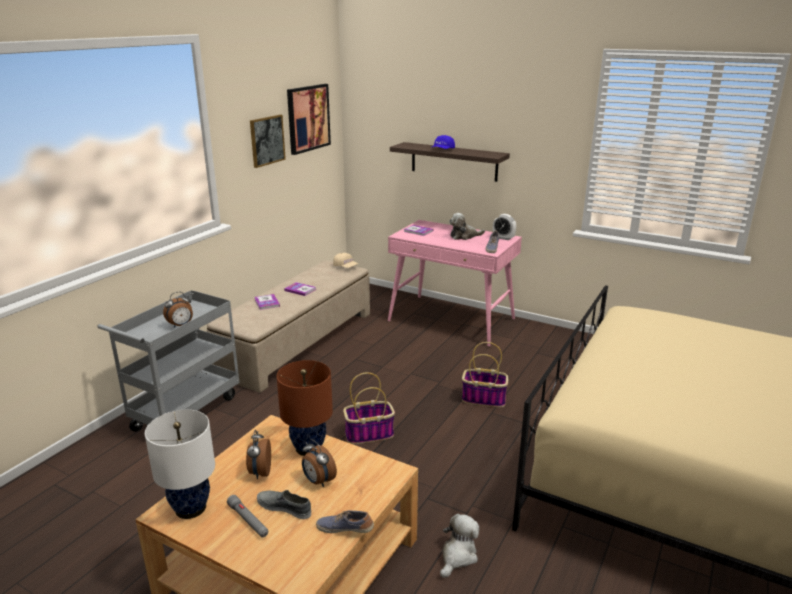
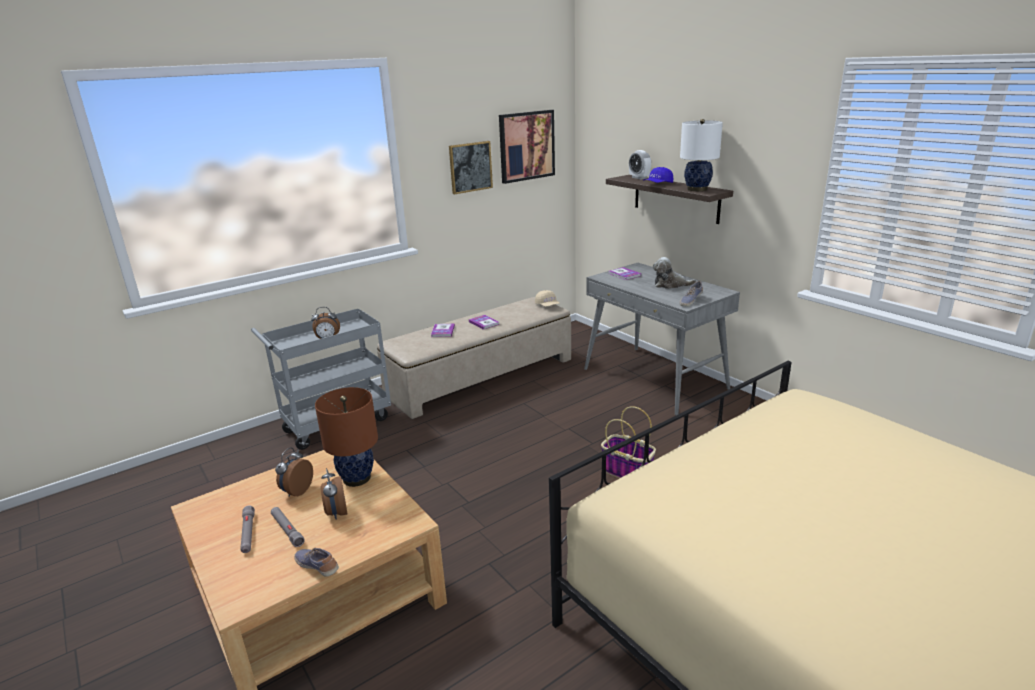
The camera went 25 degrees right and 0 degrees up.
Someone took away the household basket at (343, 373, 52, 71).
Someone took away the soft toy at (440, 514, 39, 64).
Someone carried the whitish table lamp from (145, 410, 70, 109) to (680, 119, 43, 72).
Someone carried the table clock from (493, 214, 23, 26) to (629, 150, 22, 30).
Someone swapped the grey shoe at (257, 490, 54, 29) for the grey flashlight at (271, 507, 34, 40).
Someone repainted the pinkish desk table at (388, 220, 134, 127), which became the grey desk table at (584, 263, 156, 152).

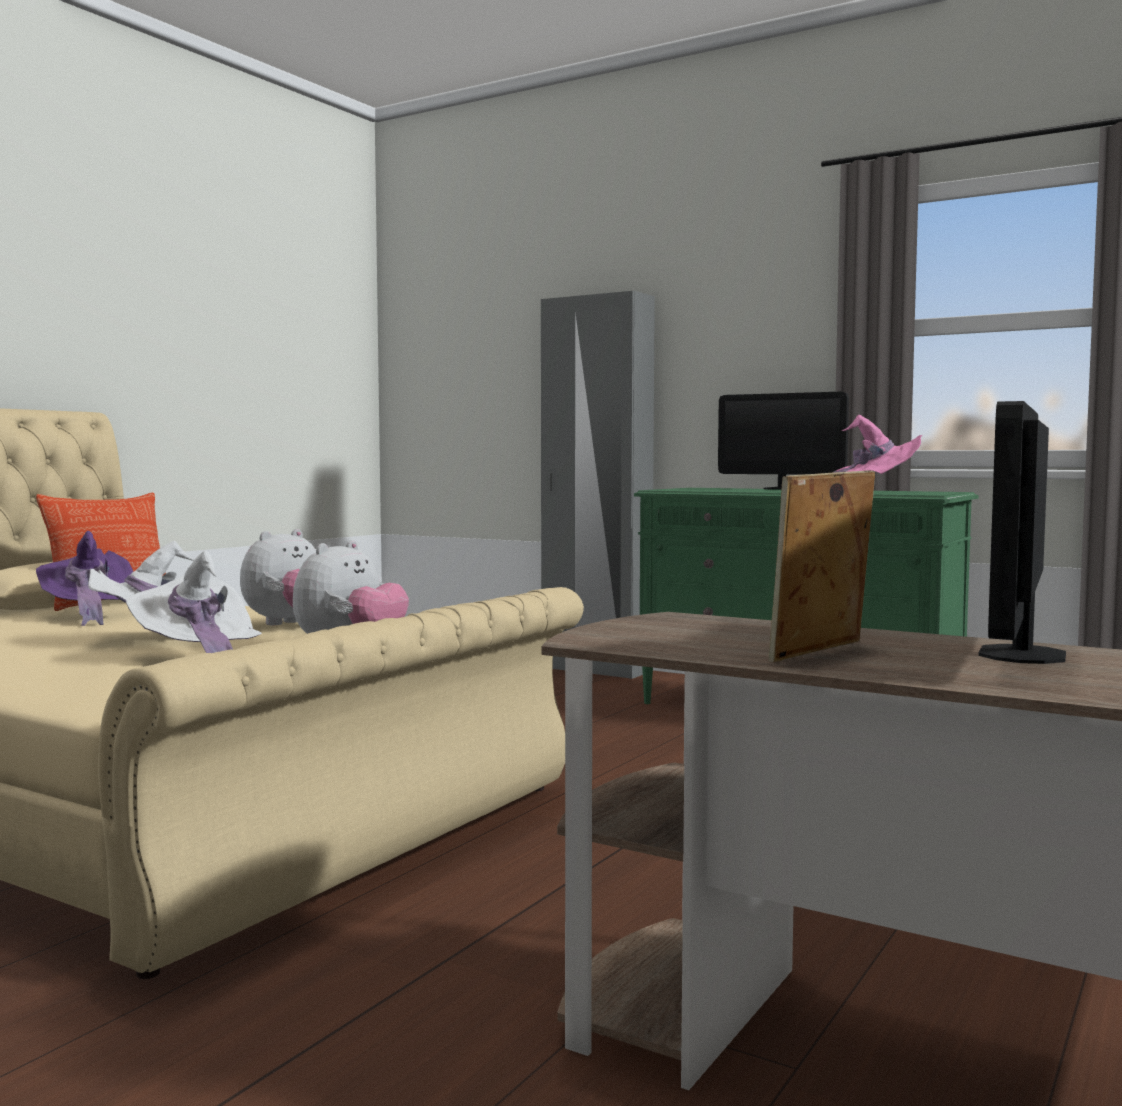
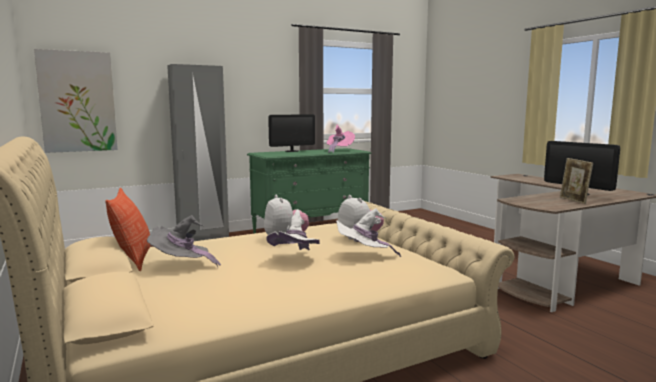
The camera went 60 degrees left and 5 degrees up.
Someone put up the wall art at (34, 49, 84, 104).
Someone repainted the purple hat at (36, 531, 97, 95), which became the grey hat at (147, 215, 74, 52).

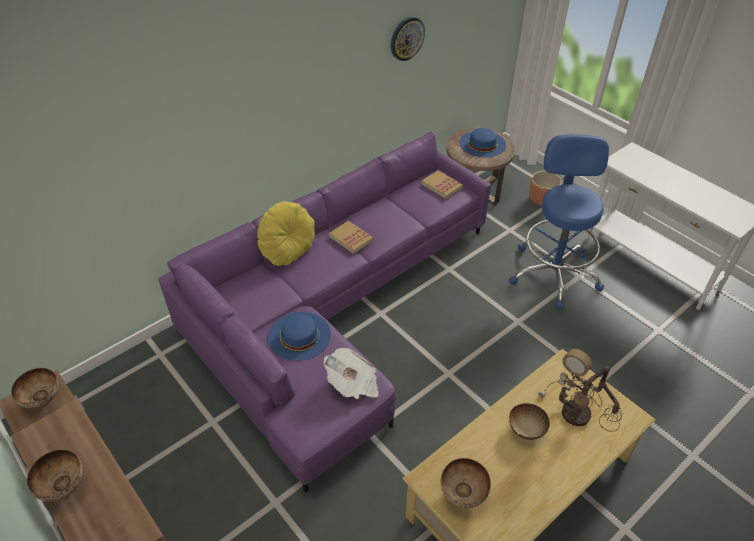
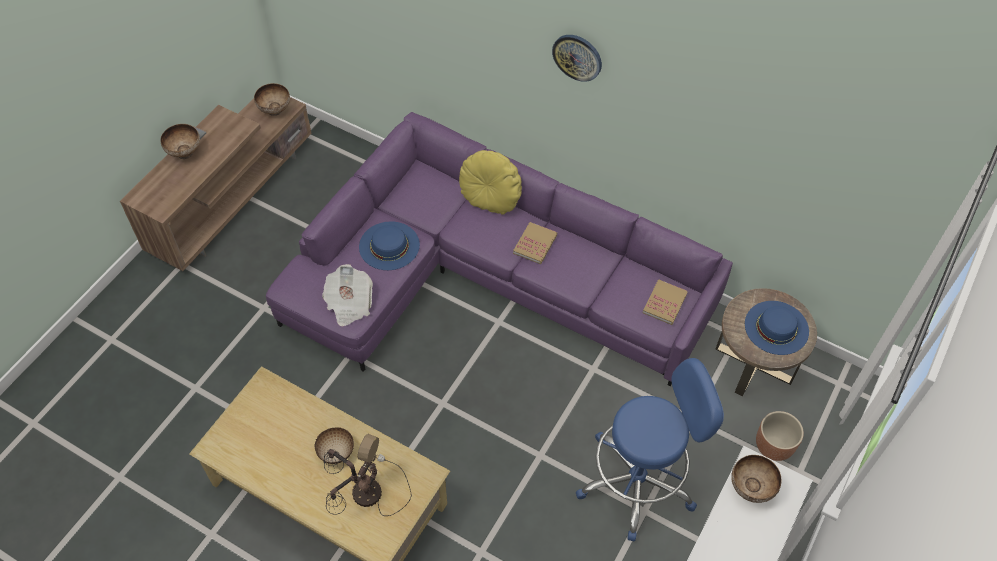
The camera went 70 degrees right and 10 degrees up.
Someone carried the clock on the wall from (391, 17, 34, 44) to (552, 35, 50, 47).
Someone carried the serving bowl from (441, 458, 50, 50) to (731, 455, 50, 48).

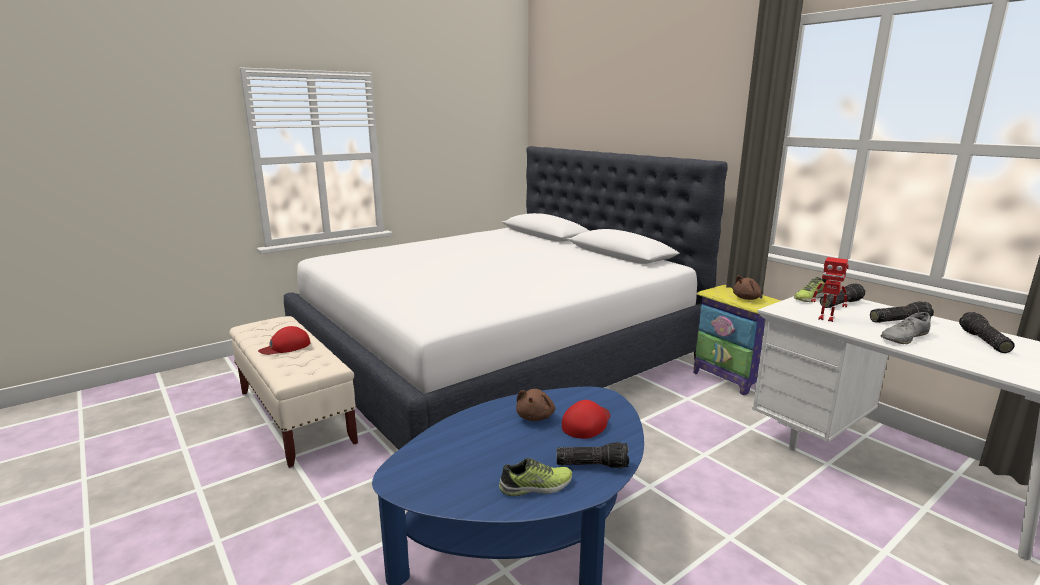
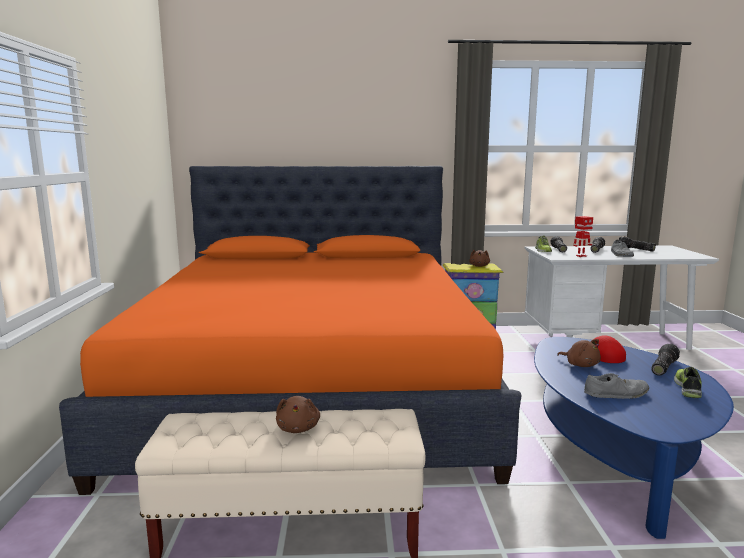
The camera went 55 degrees left and 5 degrees down.
Someone put down the grey shoe at (584, 373, 65, 26).
Someone swapped the red-coloured baseball cap at (258, 326, 53, 29) for the brown-coloured soft toy at (276, 396, 44, 37).
Someone repainted the whitish sleeping bed at (284, 146, 444, 304), which became the orange sleeping bed at (59, 166, 462, 329).

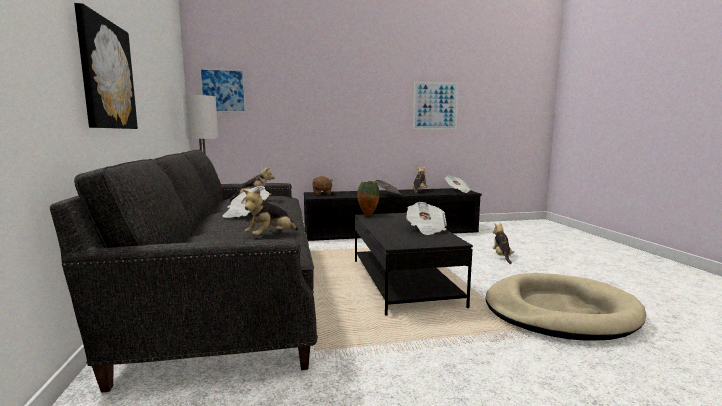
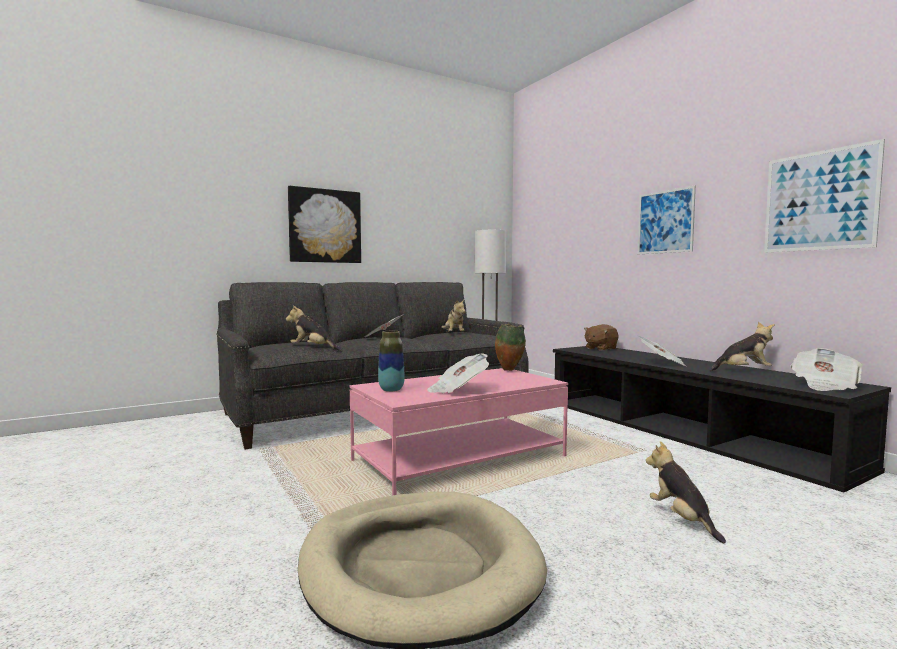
The camera went 70 degrees right and 5 degrees down.
Someone put down the decorative vase at (378, 331, 27, 61).
Someone carried the wall art from (199, 68, 47, 45) to (638, 186, 58, 68).
Someone repainted the black low table at (355, 213, 118, 103), which became the pinkish low table at (350, 368, 218, 127).
Someone rotated the soft toy at (493, 223, 22, 41) by 90 degrees counterclockwise.

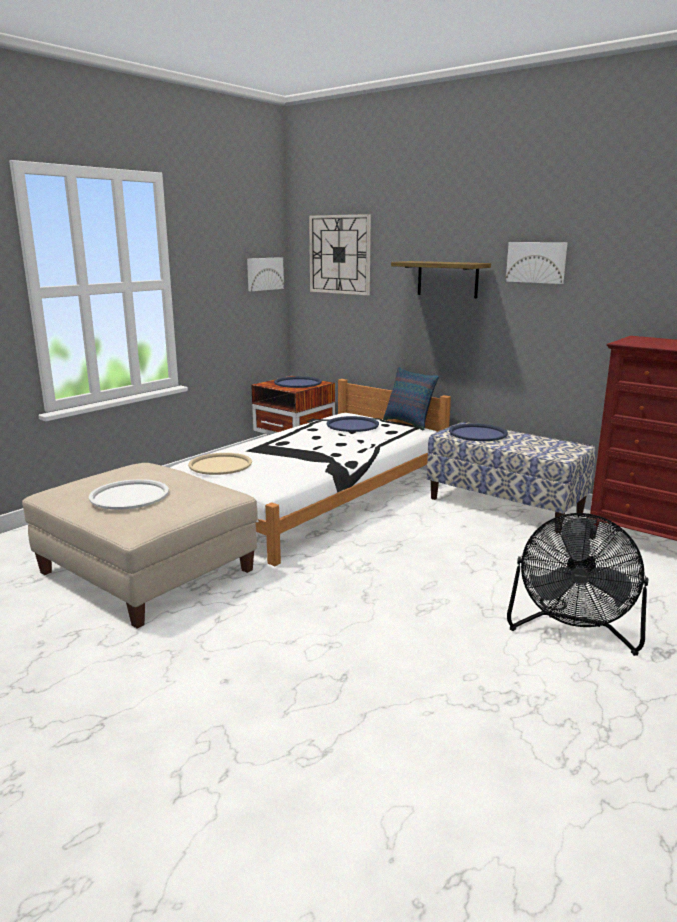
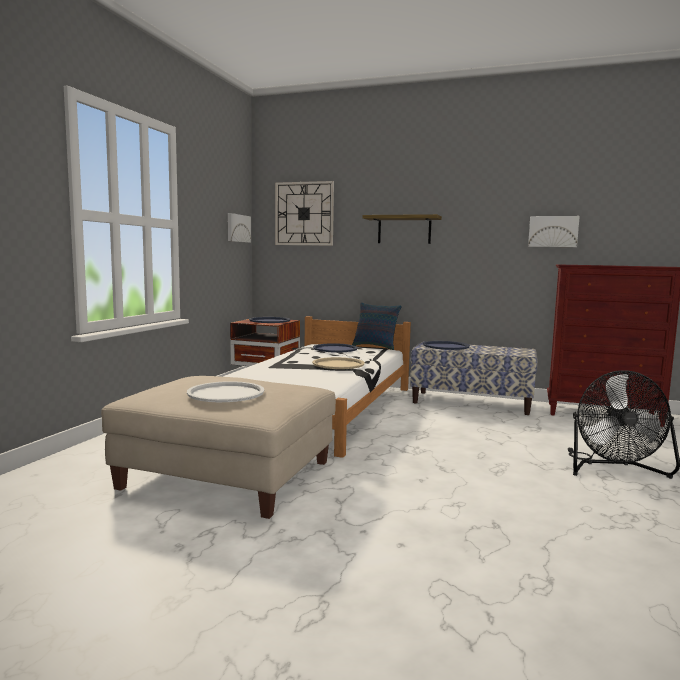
The camera went 20 degrees left and 10 degrees down.
Someone carried the beige serving tray from (188, 453, 64, 22) to (312, 357, 53, 12).
Someone carried the wall art from (506, 242, 62, 42) to (528, 216, 52, 31).

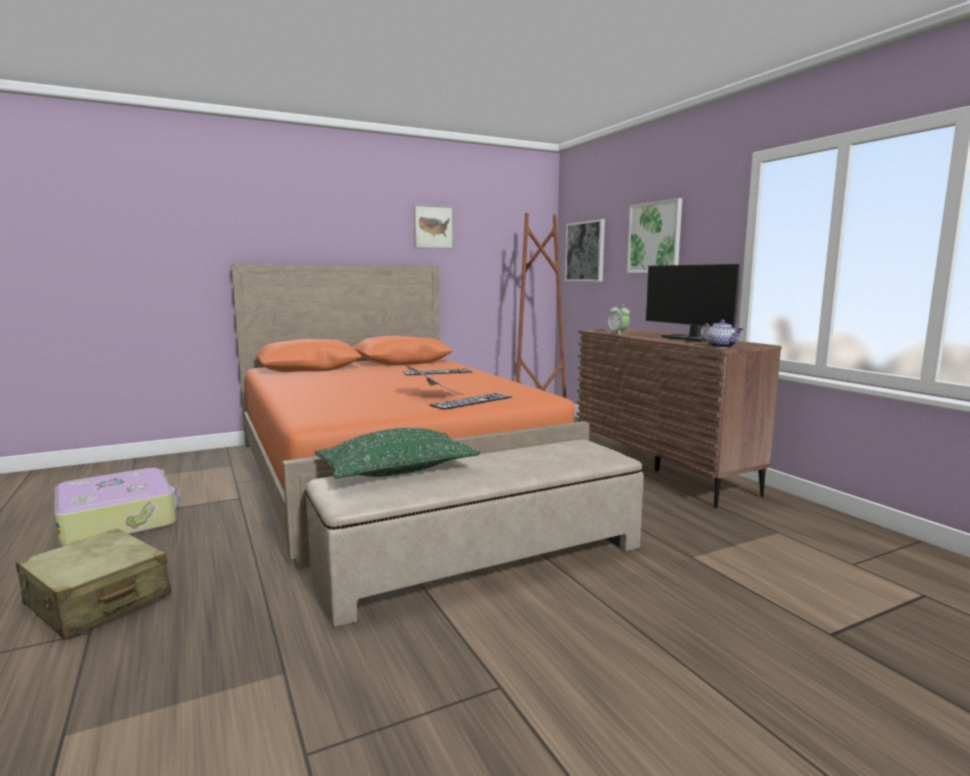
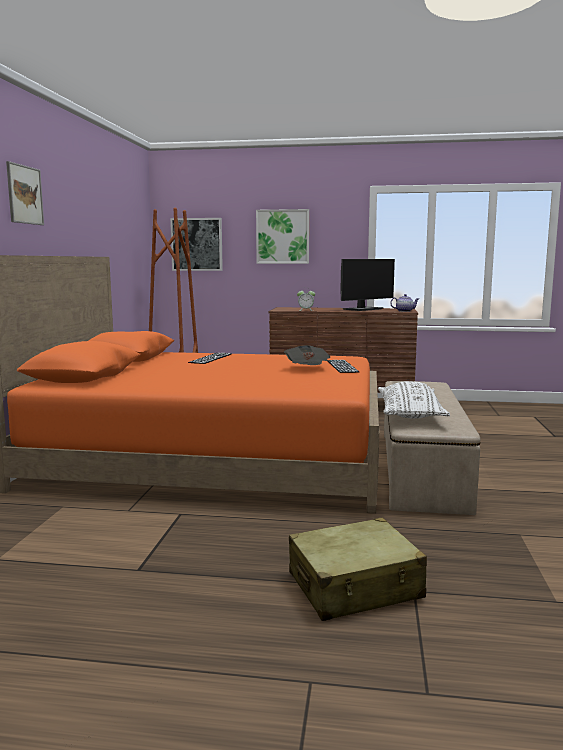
The camera went 55 degrees left and 0 degrees up.
Someone took away the travel case at (54, 468, 126, 78).
Someone carried the wall art from (414, 204, 40, 45) to (6, 161, 38, 64).
Someone repainted the green-coloured throw pillow at (315, 428, 165, 51), which became the whitish throw pillow at (378, 381, 72, 37).
Someone rotated the monitor at (646, 264, 94, 78) by 45 degrees counterclockwise.

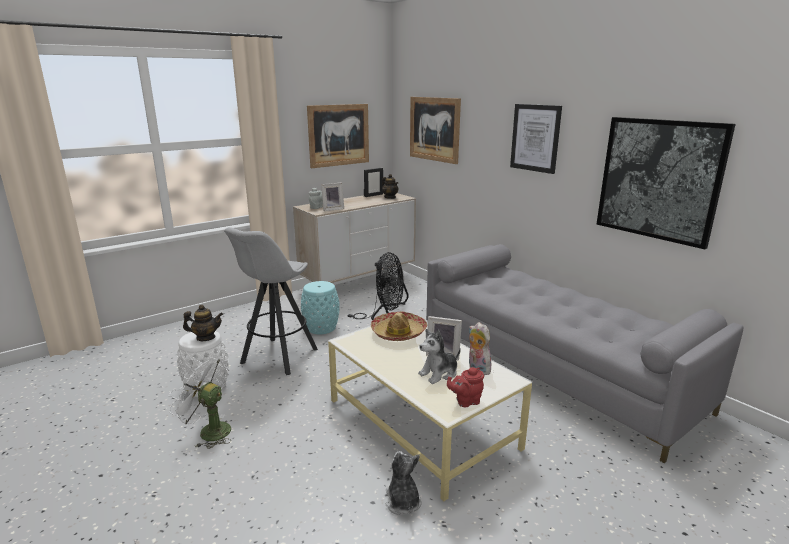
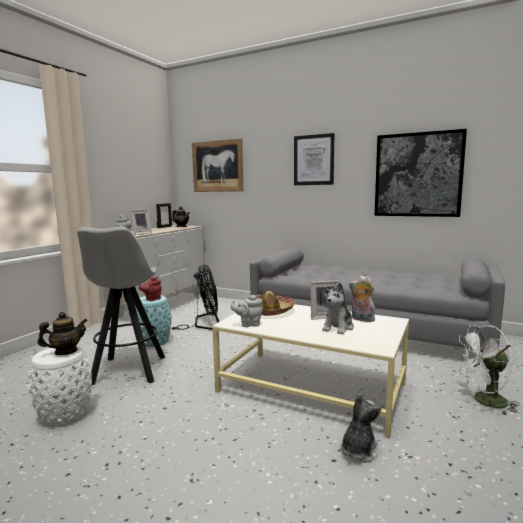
The camera went 25 degrees left and 10 degrees down.
Someone took away the wall art at (307, 104, 62, 64).
Someone put down the grey pot for tea at (231, 295, 32, 32).
Someone carried the whitish electric fan from (169, 355, 62, 94) to (455, 325, 65, 91).
Someone carried the red-coloured pot for tea from (447, 367, 37, 40) to (139, 277, 23, 24).
Someone rotated the soft toy at (386, 451, 35, 64) by 75 degrees clockwise.

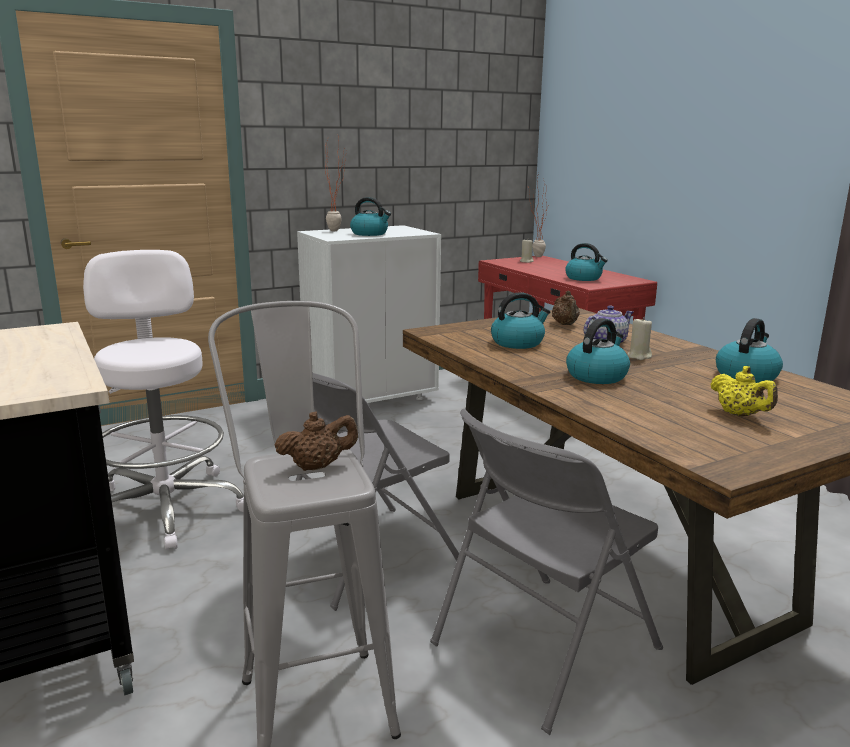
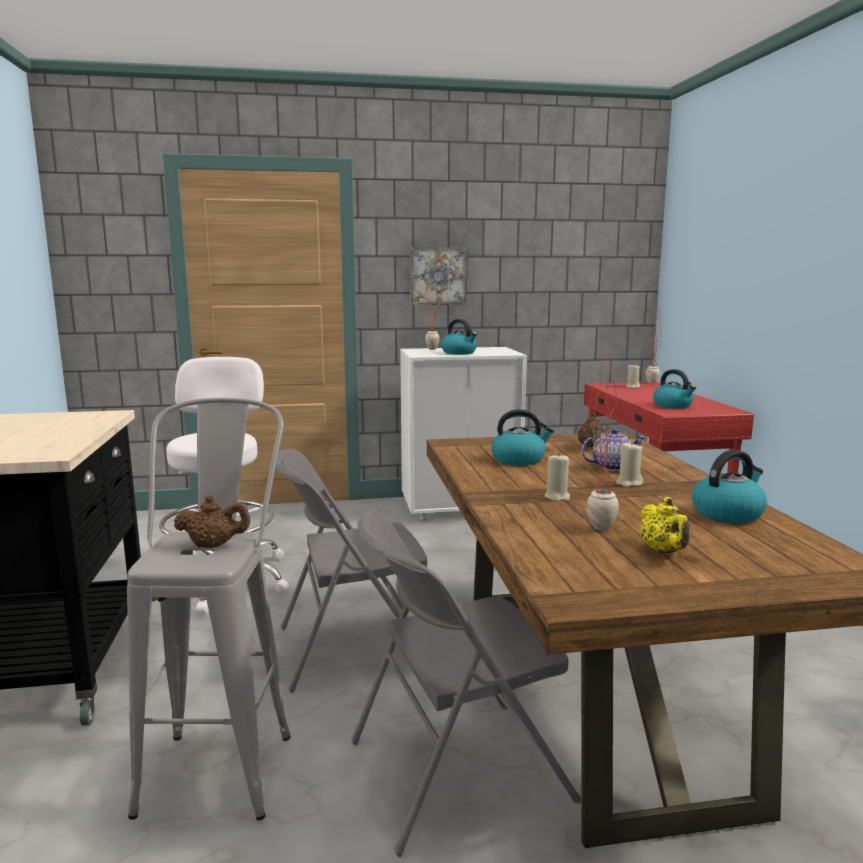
The camera went 20 degrees right and 5 degrees down.
Someone put up the wall art at (410, 247, 56, 58).
Someone put down the houseplant at (587, 338, 38, 193).
Someone swapped the kettle at (566, 318, 64, 66) for the beige wax candle at (544, 453, 26, 48).

